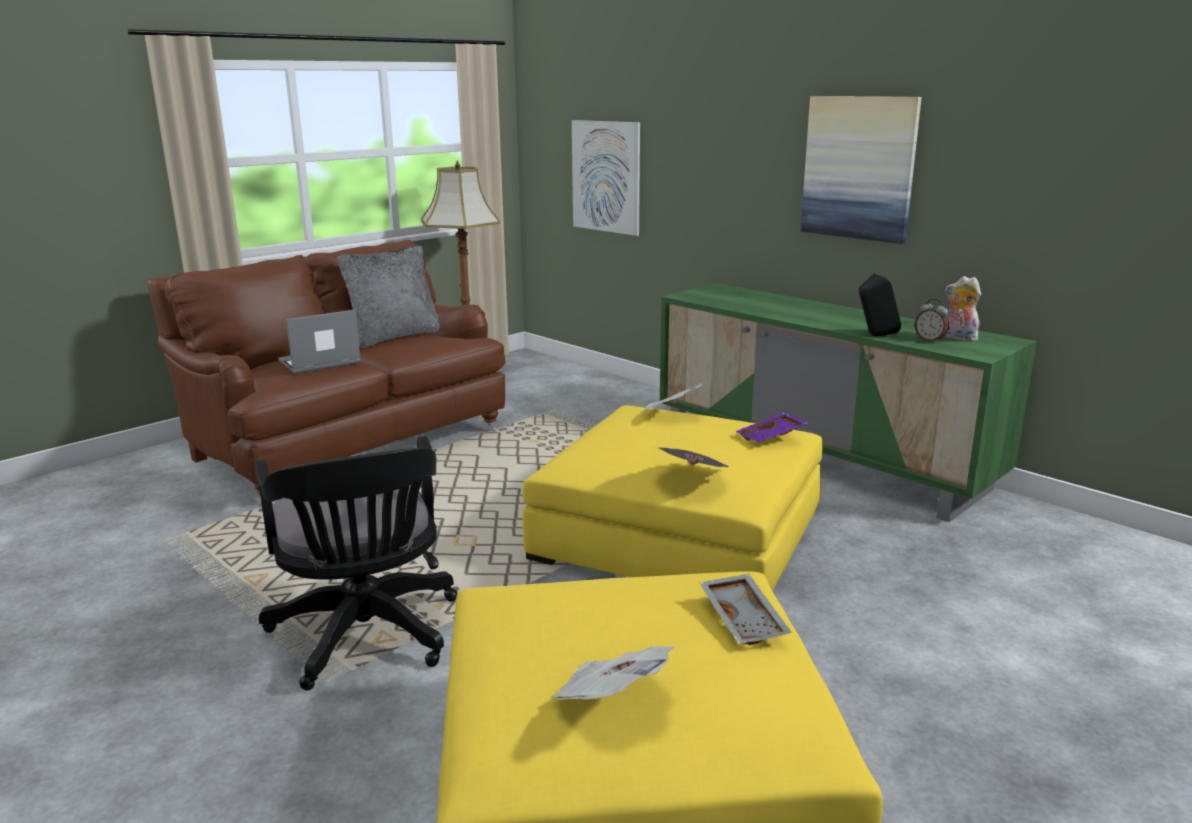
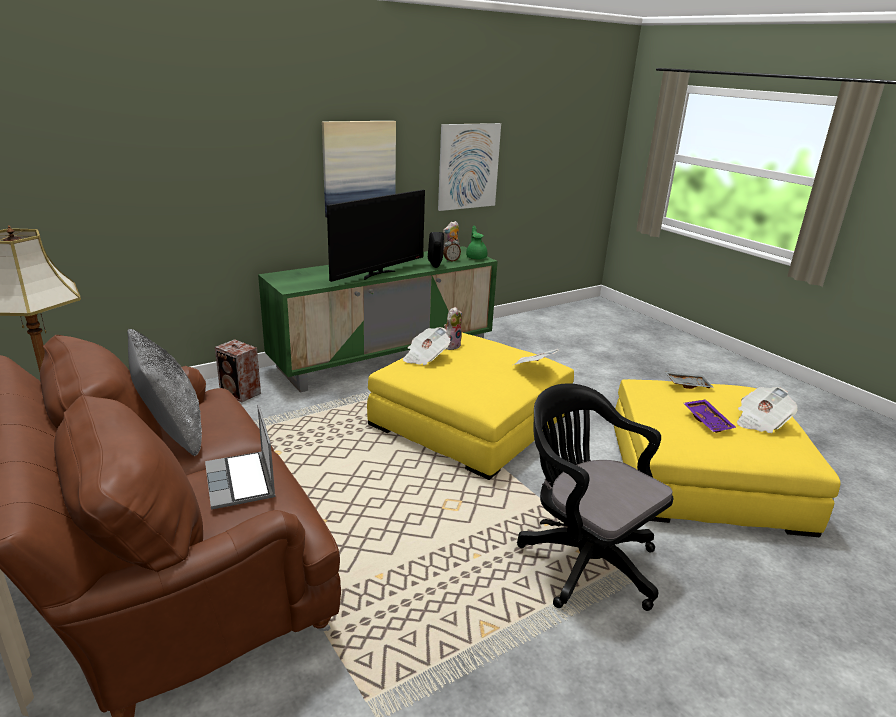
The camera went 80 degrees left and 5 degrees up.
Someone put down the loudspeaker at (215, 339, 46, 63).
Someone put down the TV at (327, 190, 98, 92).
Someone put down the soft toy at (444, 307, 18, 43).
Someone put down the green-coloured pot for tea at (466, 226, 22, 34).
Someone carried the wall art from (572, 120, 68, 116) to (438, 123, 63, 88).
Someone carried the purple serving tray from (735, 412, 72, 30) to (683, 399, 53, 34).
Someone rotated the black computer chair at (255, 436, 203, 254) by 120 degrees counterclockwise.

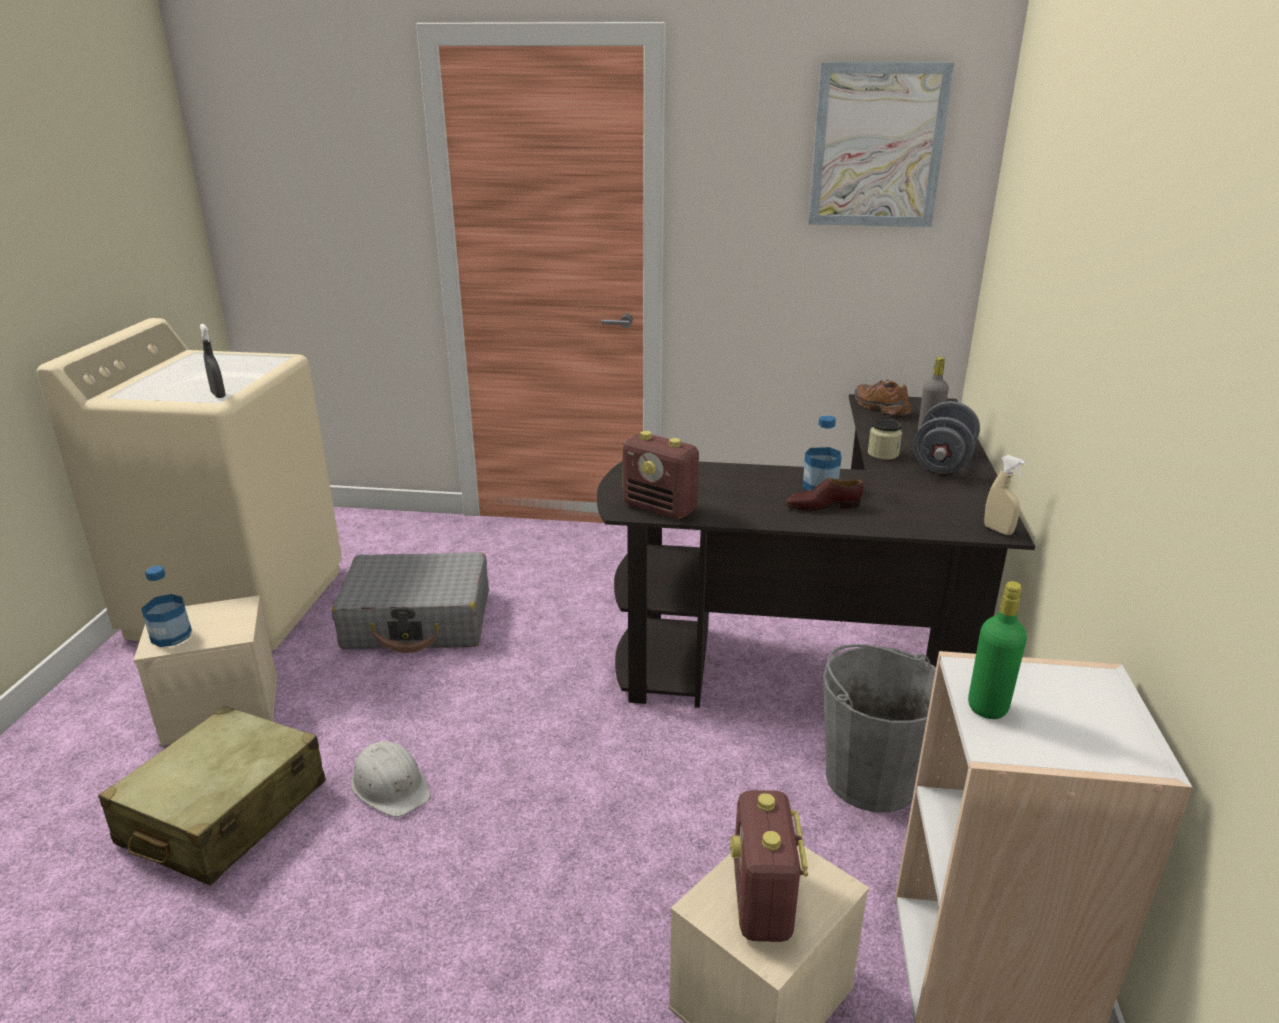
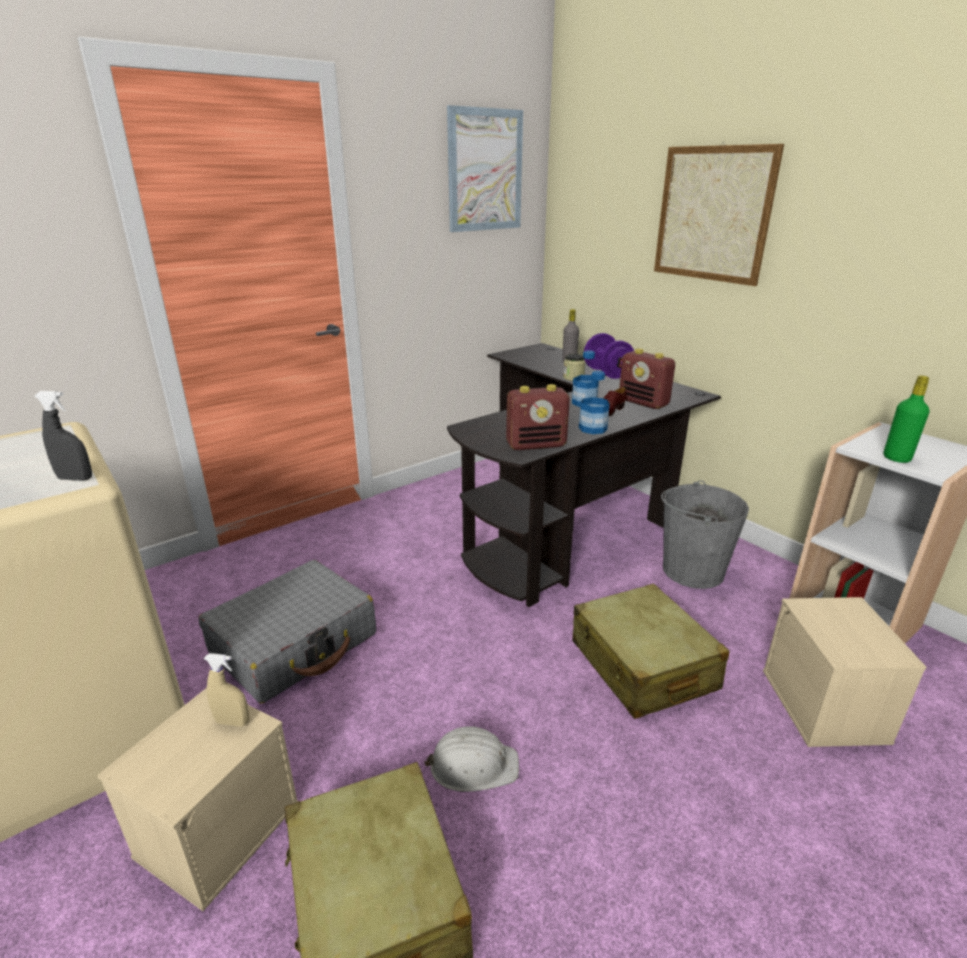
The camera went 45 degrees left and 0 degrees up.
Someone took away the brown-coloured shoe at (855, 380, 56, 36).
Someone put down the beige travel case at (573, 583, 156, 136).
Someone put up the wall art at (654, 143, 130, 143).
Someone carried the bottle from (141, 565, 51, 82) to (579, 371, 31, 63).
Someone carried the radio from (730, 790, 78, 152) to (619, 348, 56, 61).
Someone carried the beige sprayer from (984, 455, 42, 80) to (204, 653, 45, 74).
Someone repainted the grey free weight at (913, 401, 67, 73), which became the purple free weight at (584, 333, 50, 46).

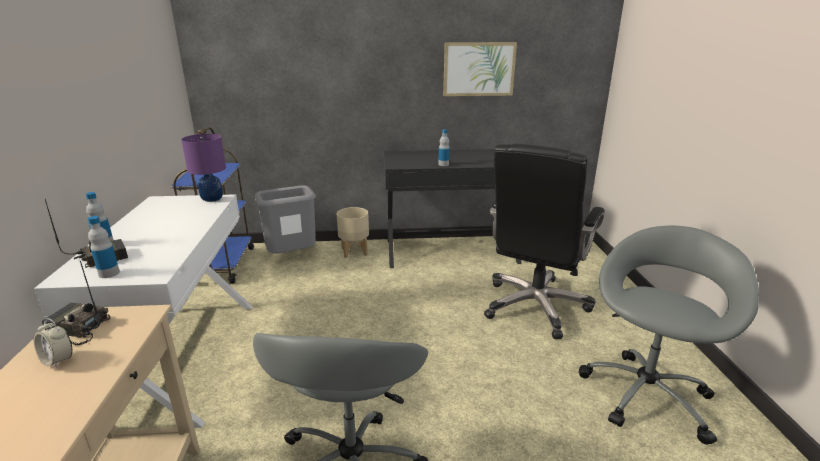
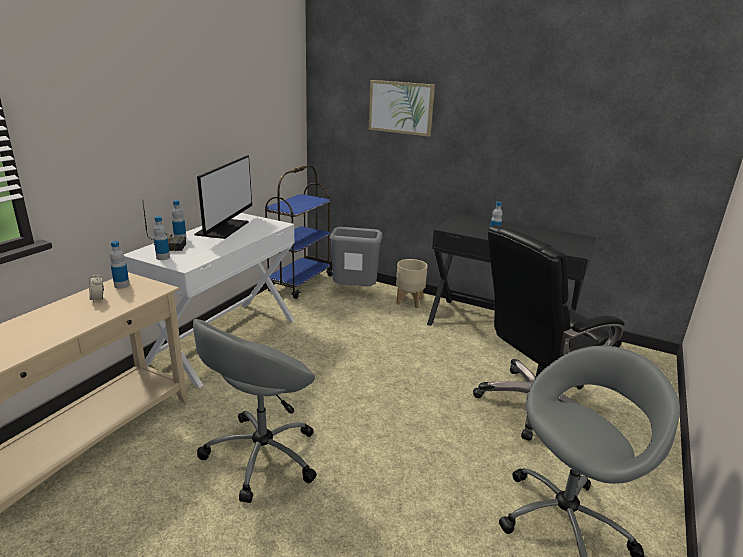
The camera went 30 degrees right and 0 degrees up.
Someone took away the purple table lamp at (181, 134, 45, 68).
Someone put down the monitor at (195, 155, 57, 84).
Someone carried the wall art from (443, 42, 74, 54) to (369, 80, 66, 57).
Someone swapped the radio at (41, 260, 70, 85) for the bottle at (110, 241, 20, 48).

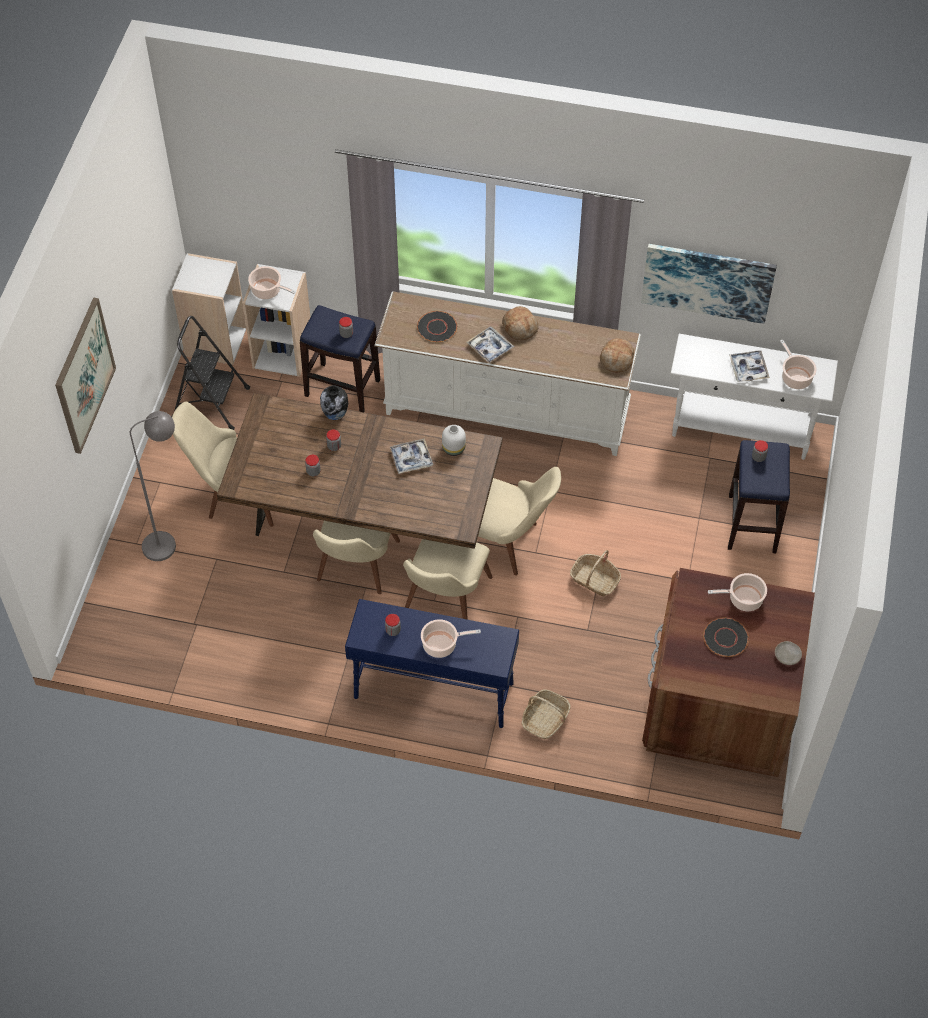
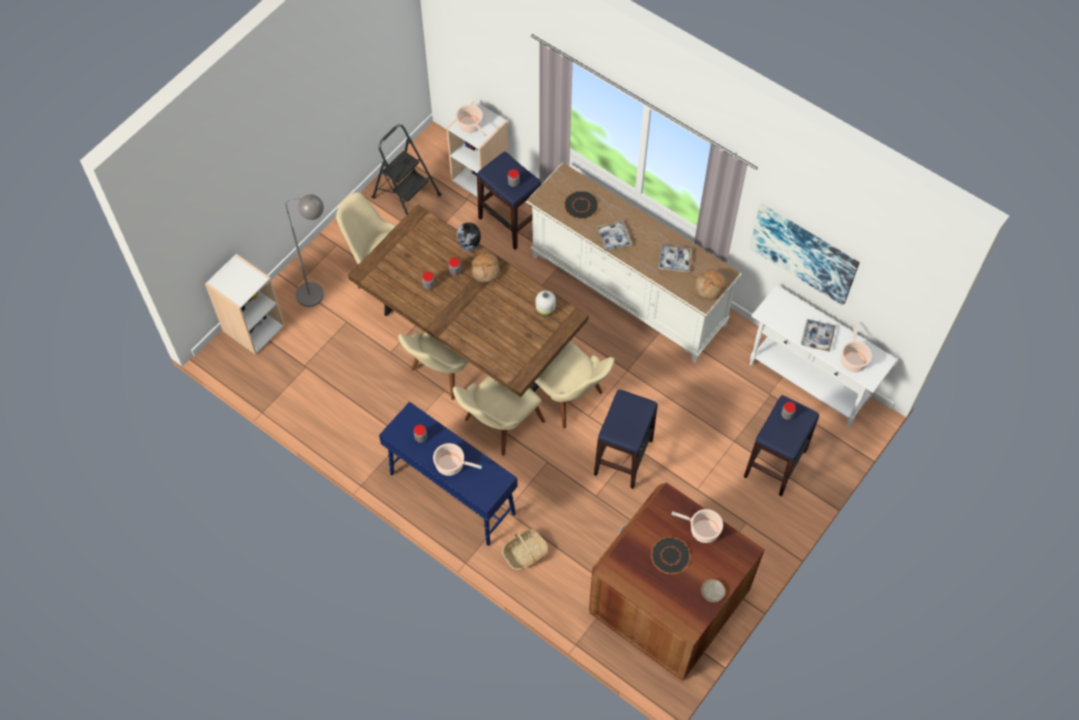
The camera went 25 degrees right and 5 degrees up.
Someone took away the wall art at (55, 297, 61, 157).
Someone carried the bookshelf from (172, 253, 74, 112) to (205, 254, 80, 101).
Someone carried the serving tray from (390, 438, 44, 36) to (658, 245, 34, 28).
Someone carried the bakery bread from (502, 306, 37, 34) to (471, 253, 29, 30).
Someone swapped the household basket at (570, 550, 51, 47) for the stool seat at (594, 390, 64, 99).

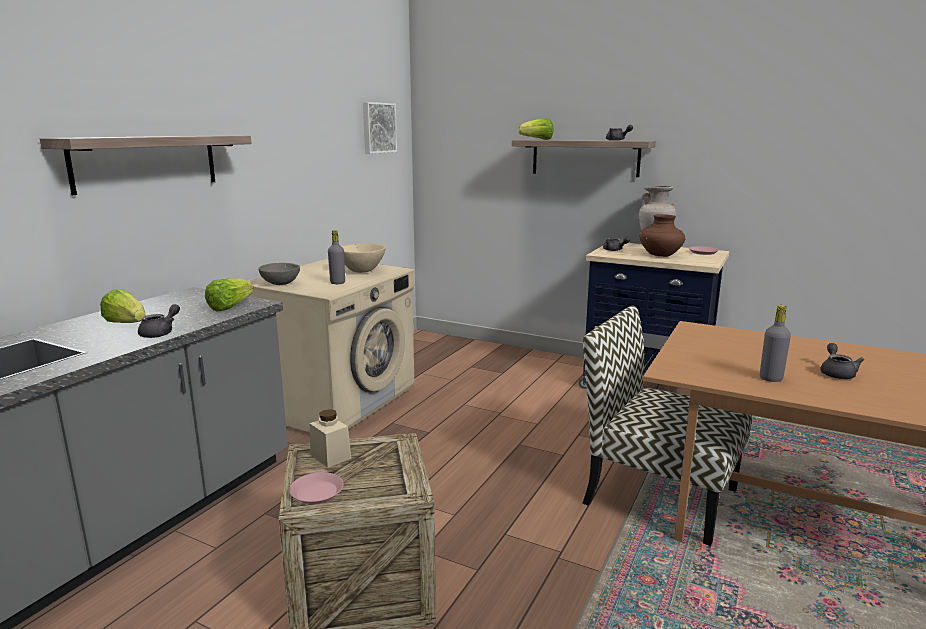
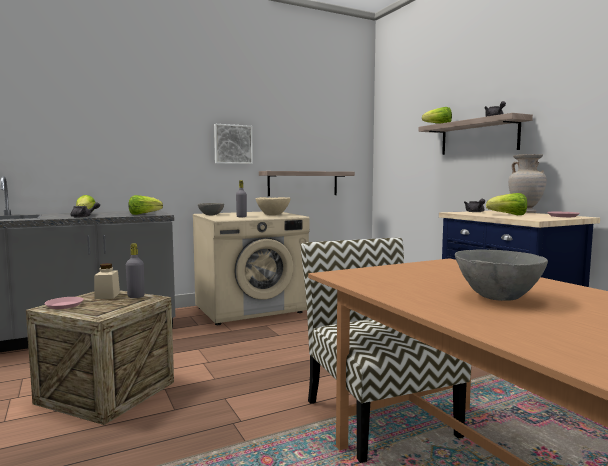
The camera went 35 degrees right and 10 degrees down.
Someone carried the wall shelf from (40, 135, 212, 60) to (259, 171, 96, 25).
Someone carried the wall art from (363, 102, 34, 52) to (214, 124, 39, 40).
Someone carried the grey bottle from (760, 305, 31, 77) to (126, 243, 19, 55).
Someone swapped the brown-coloured decorative vase at (639, 214, 46, 43) for the head of lettuce at (486, 193, 41, 22).
Someone swapped the grey pot for tea at (820, 343, 44, 36) for the grey serving bowl at (455, 249, 93, 52).

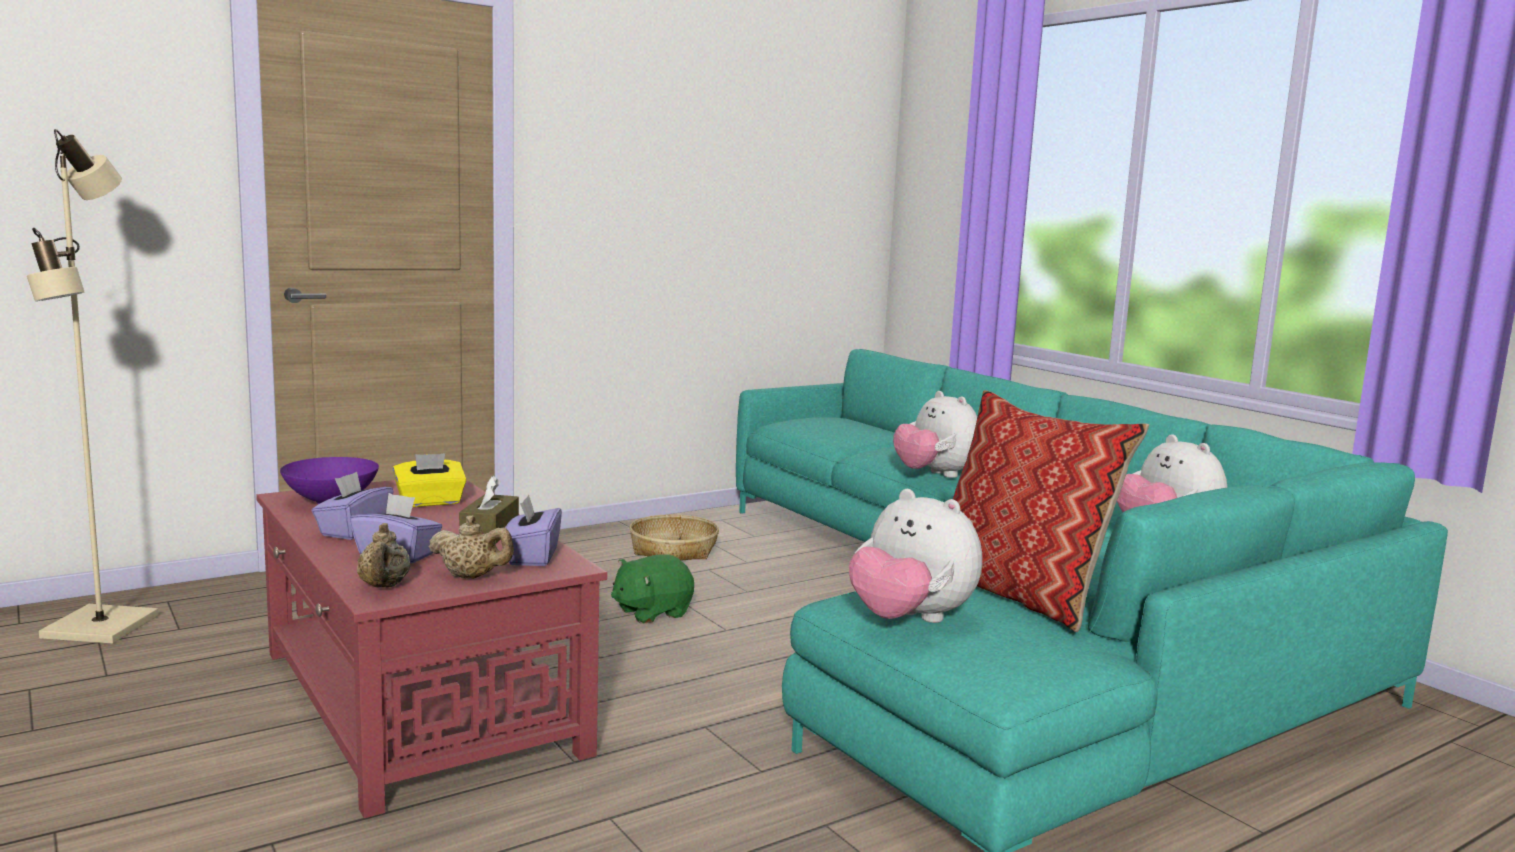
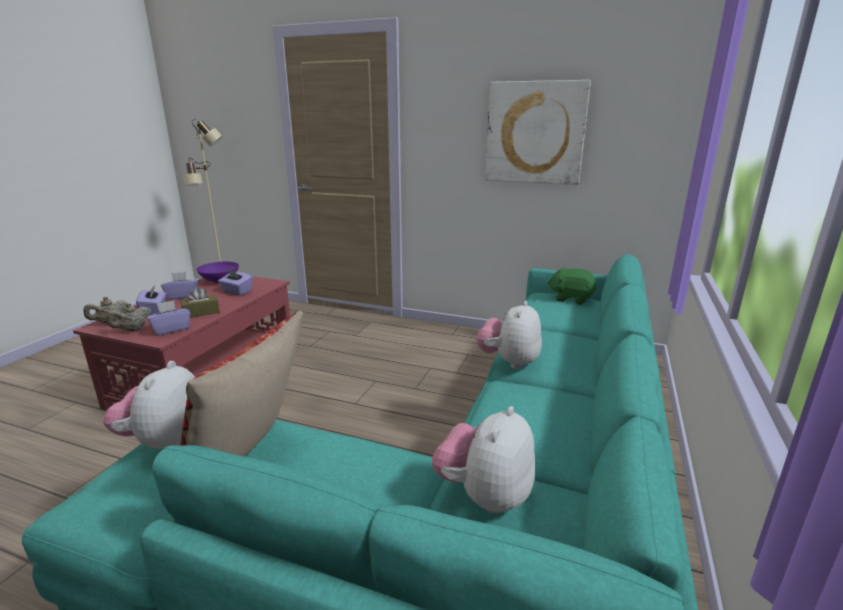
The camera went 55 degrees right and 10 degrees up.
Someone took away the household basket at (630, 514, 89, 47).
Someone put up the wall art at (485, 80, 106, 105).
Someone carried the green-coloured soft toy from (611, 554, 83, 70) to (547, 268, 49, 36).
Someone repainted the yellow box of tissues at (393, 453, 74, 54), which became the purple box of tissues at (218, 269, 35, 26).
Someone rotated the beige pot for tea at (429, 515, 85, 64) by 60 degrees clockwise.

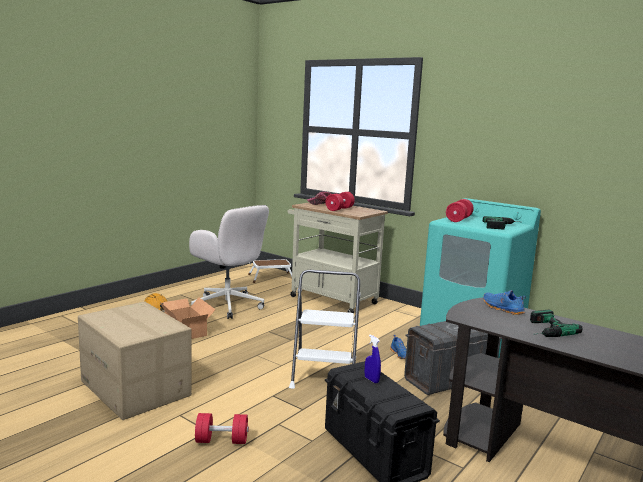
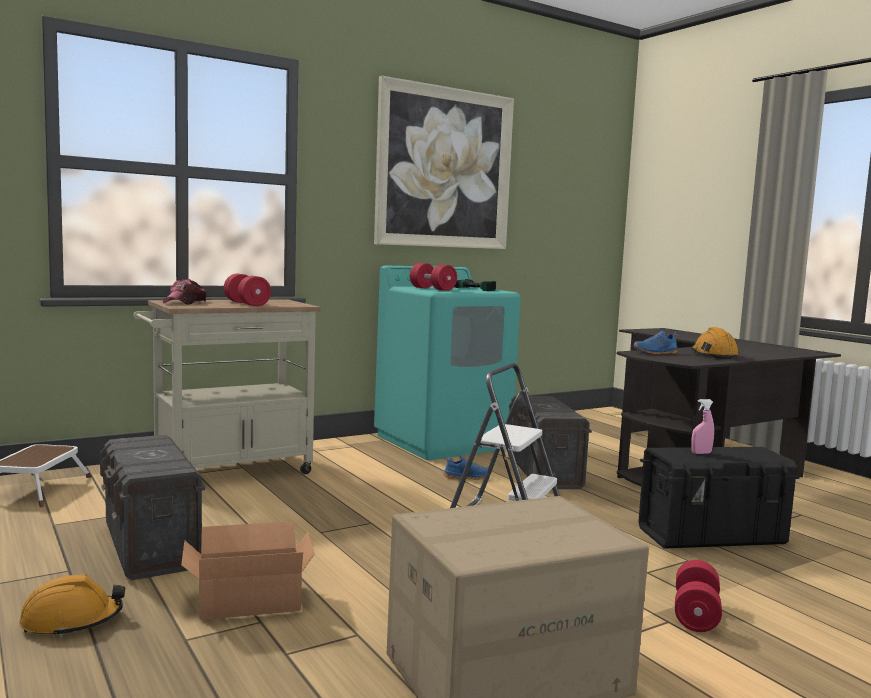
The camera went 70 degrees left and 5 degrees down.
Someone put up the wall art at (374, 76, 140, 173).
Someone swapped the whitish computer chair at (189, 205, 80, 114) for the grey storage container at (100, 435, 105, 145).
Someone swapped the drill at (530, 310, 52, 27) for the orange hard hat at (691, 327, 48, 32).
Someone repainted the blue-coloured sprayer at (365, 334, 16, 49), which became the pinkish sprayer at (691, 399, 23, 55).

